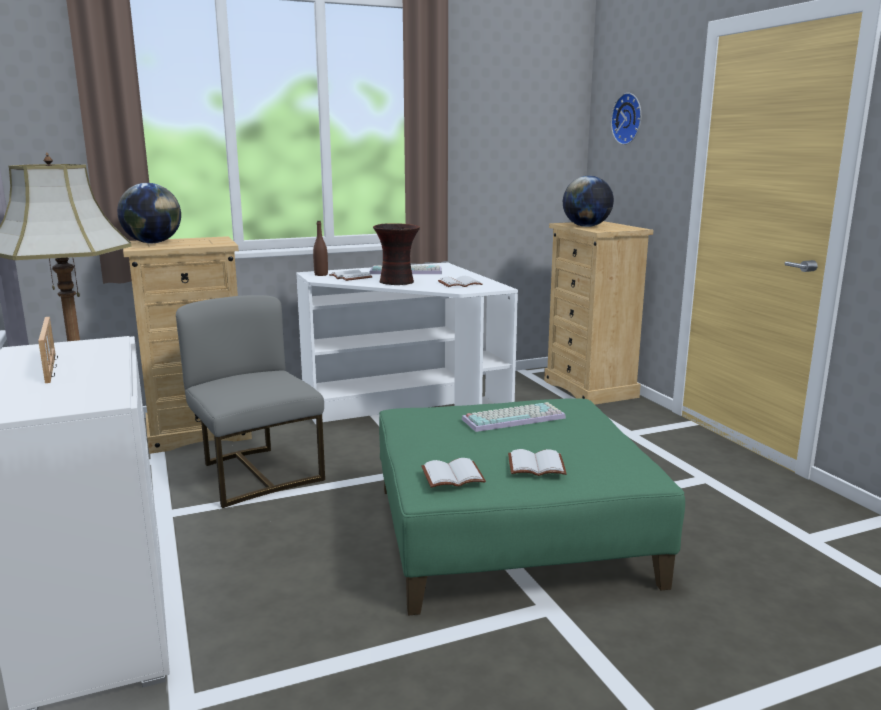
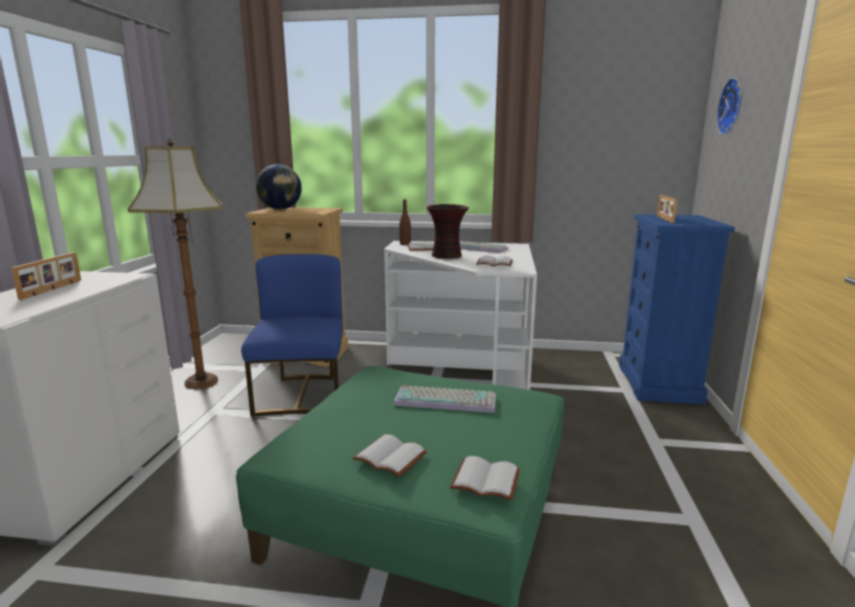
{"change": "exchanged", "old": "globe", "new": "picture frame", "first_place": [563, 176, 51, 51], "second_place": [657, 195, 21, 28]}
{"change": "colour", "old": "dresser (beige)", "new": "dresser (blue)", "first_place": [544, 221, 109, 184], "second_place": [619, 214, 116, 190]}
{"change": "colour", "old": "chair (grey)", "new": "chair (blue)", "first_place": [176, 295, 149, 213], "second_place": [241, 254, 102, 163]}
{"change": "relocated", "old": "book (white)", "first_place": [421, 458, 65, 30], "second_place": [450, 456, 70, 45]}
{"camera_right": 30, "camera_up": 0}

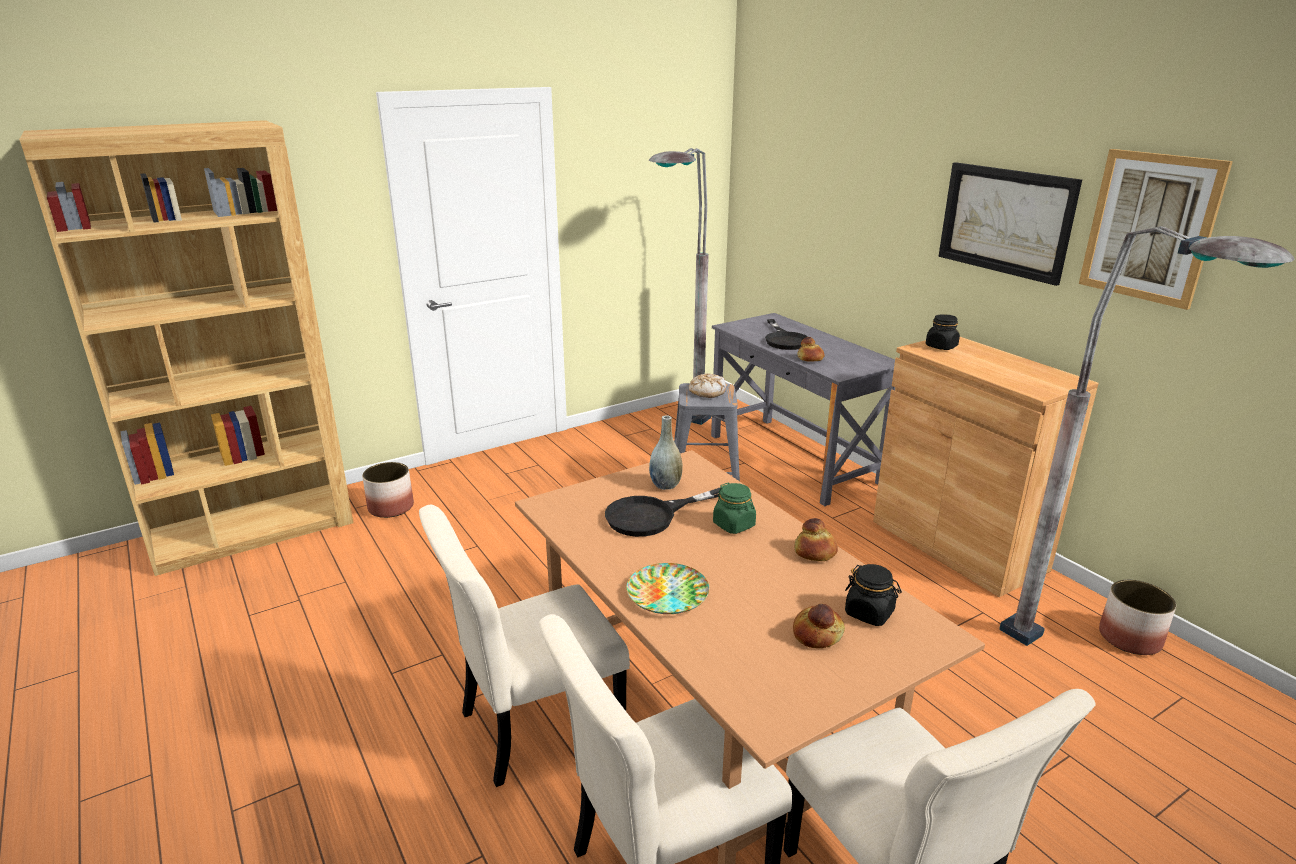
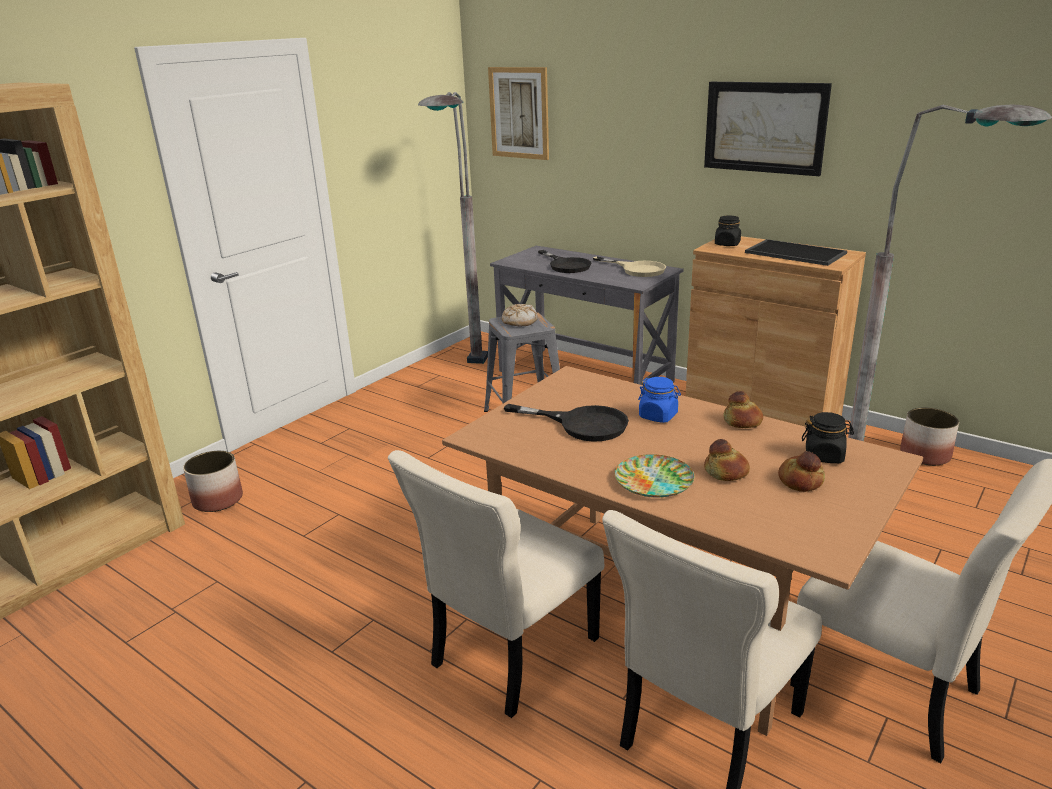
{"change": "relocated", "old": "picture", "first_place": [1079, 149, 154, 161], "second_place": [488, 67, 61, 93]}
{"change": "relocated", "old": "bread", "first_place": [797, 337, 28, 25], "second_place": [704, 439, 46, 42]}
{"change": "missing", "old": "vase (grey)", "first_place": [649, 415, 34, 75]}
{"change": "colour", "old": "jar (green)", "new": "jar (blue)", "first_place": [713, 483, 43, 51], "second_place": [638, 377, 43, 46]}
{"change": "spun", "old": "frying pan (black)", "first_place": [605, 488, 117, 49], "second_place": [504, 404, 125, 38], "degrees": -105}
{"change": "appeared", "new": "tray", "second_place": [745, 239, 102, 27]}
{"change": "appeared", "new": "frying pan (beige)", "second_place": [593, 256, 73, 21]}
{"camera_right": -20, "camera_up": 0}

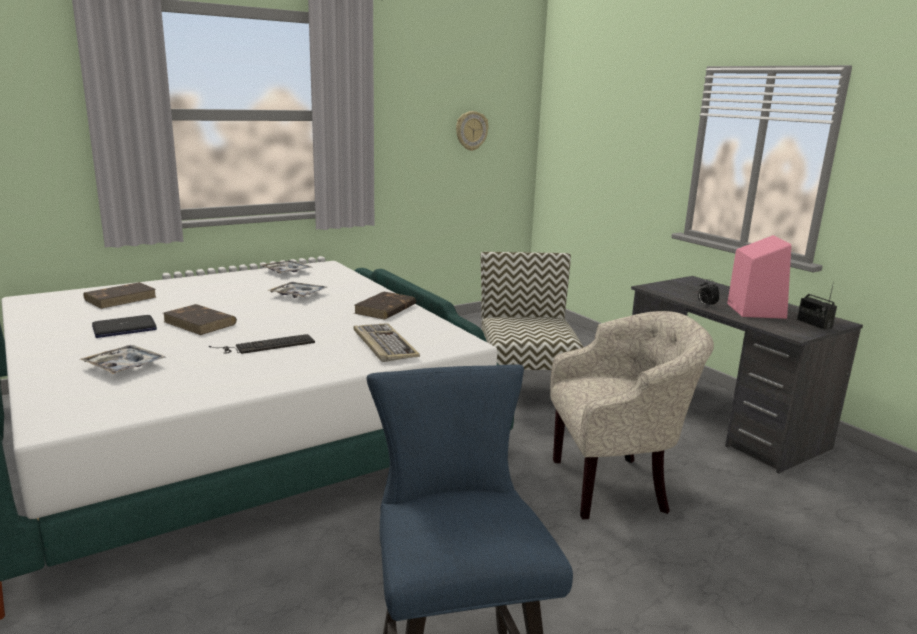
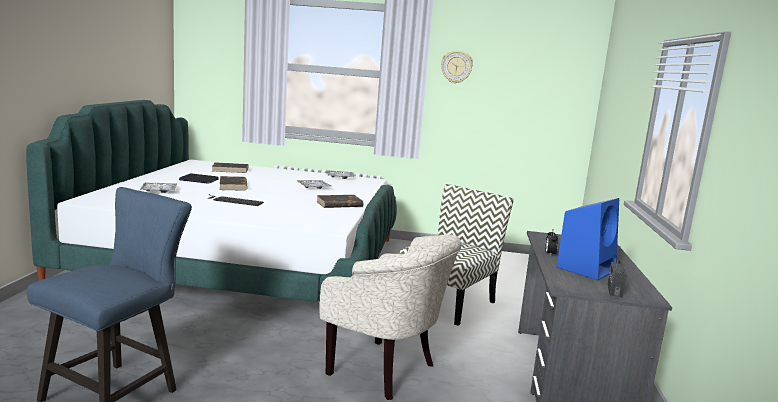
{"change": "relocated", "old": "wall clock", "first_place": [456, 111, 33, 40], "second_place": [441, 51, 32, 33]}
{"change": "colour", "old": "speaker (pink)", "new": "speaker (blue)", "first_place": [727, 235, 64, 84], "second_place": [557, 198, 62, 82]}
{"change": "missing", "old": "keyboard", "first_place": [353, 323, 67, 39]}
{"camera_right": 40, "camera_up": -5}

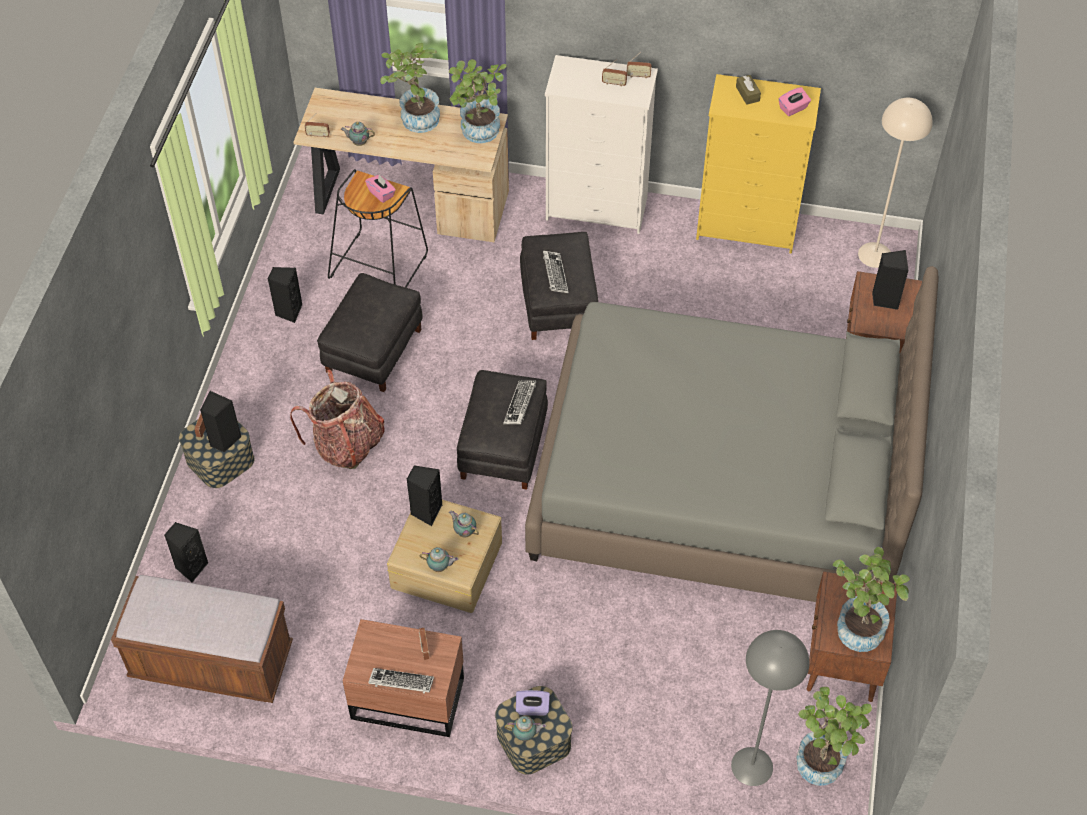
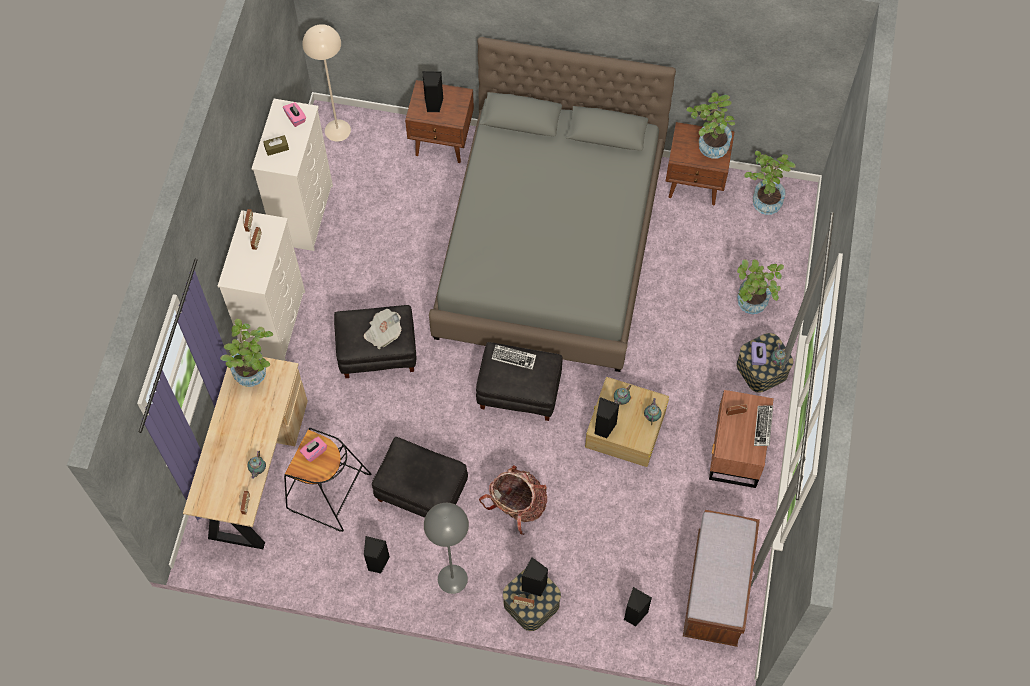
{"change": "relocated", "old": "potted plant", "first_place": [380, 43, 60, 90], "second_place": [737, 259, 47, 55]}
{"change": "colour", "old": "dresser (yellow)", "new": "dresser (white)", "first_place": [696, 74, 125, 180], "second_place": [252, 99, 81, 152]}
{"change": "exchanged", "old": "keyboard", "new": "newspaper", "first_place": [543, 251, 25, 42], "second_place": [364, 309, 38, 40]}
{"change": "relocated", "old": "floor lamp (grey)", "first_place": [731, 630, 78, 156], "second_place": [424, 503, 45, 91]}
{"camera_right": -90, "camera_up": 10}

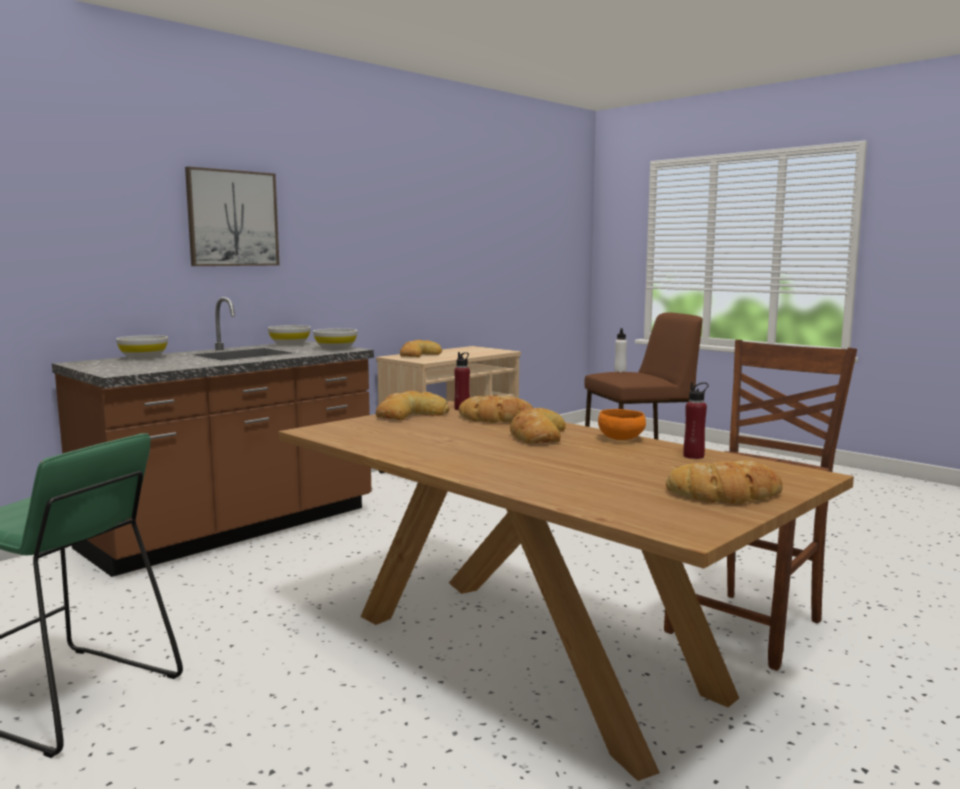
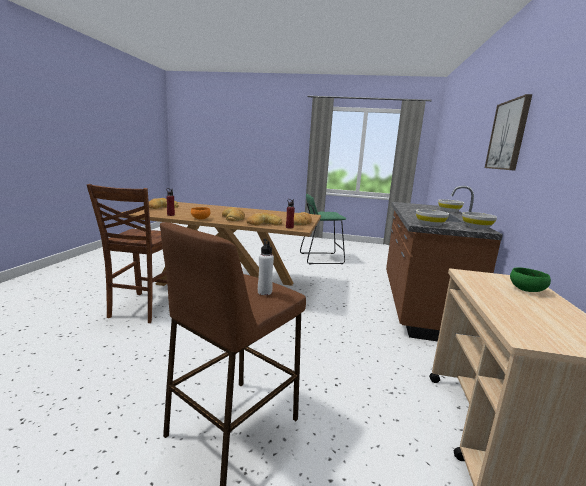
{"change": "exchanged", "old": "bread", "new": "bowl (green)", "first_place": [400, 340, 42, 17], "second_place": [510, 267, 41, 25]}
{"camera_right": 145, "camera_up": 5}

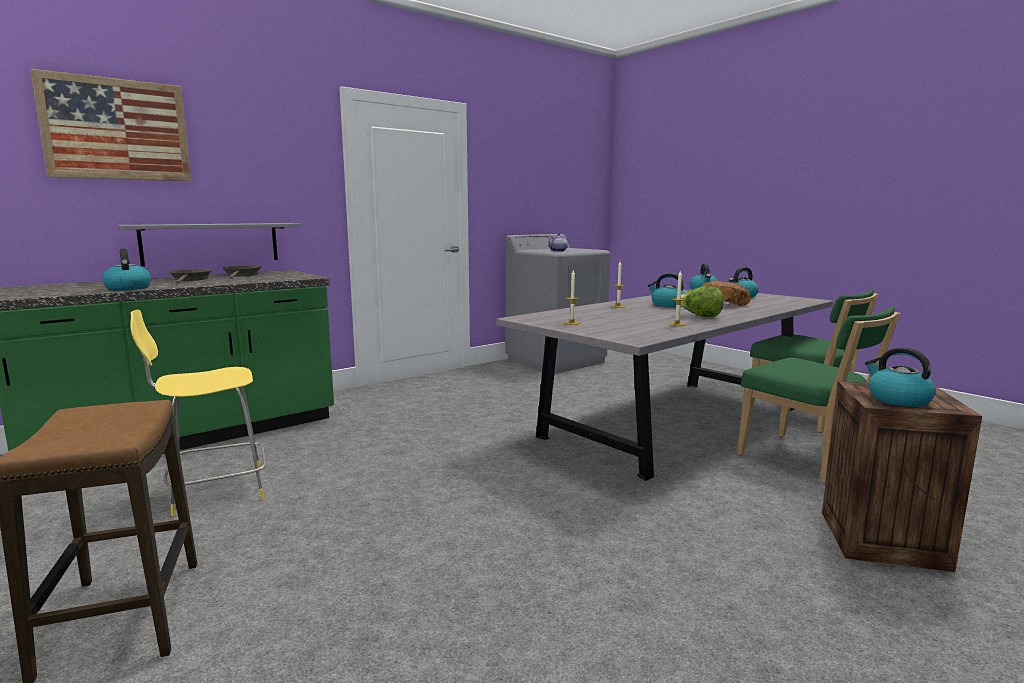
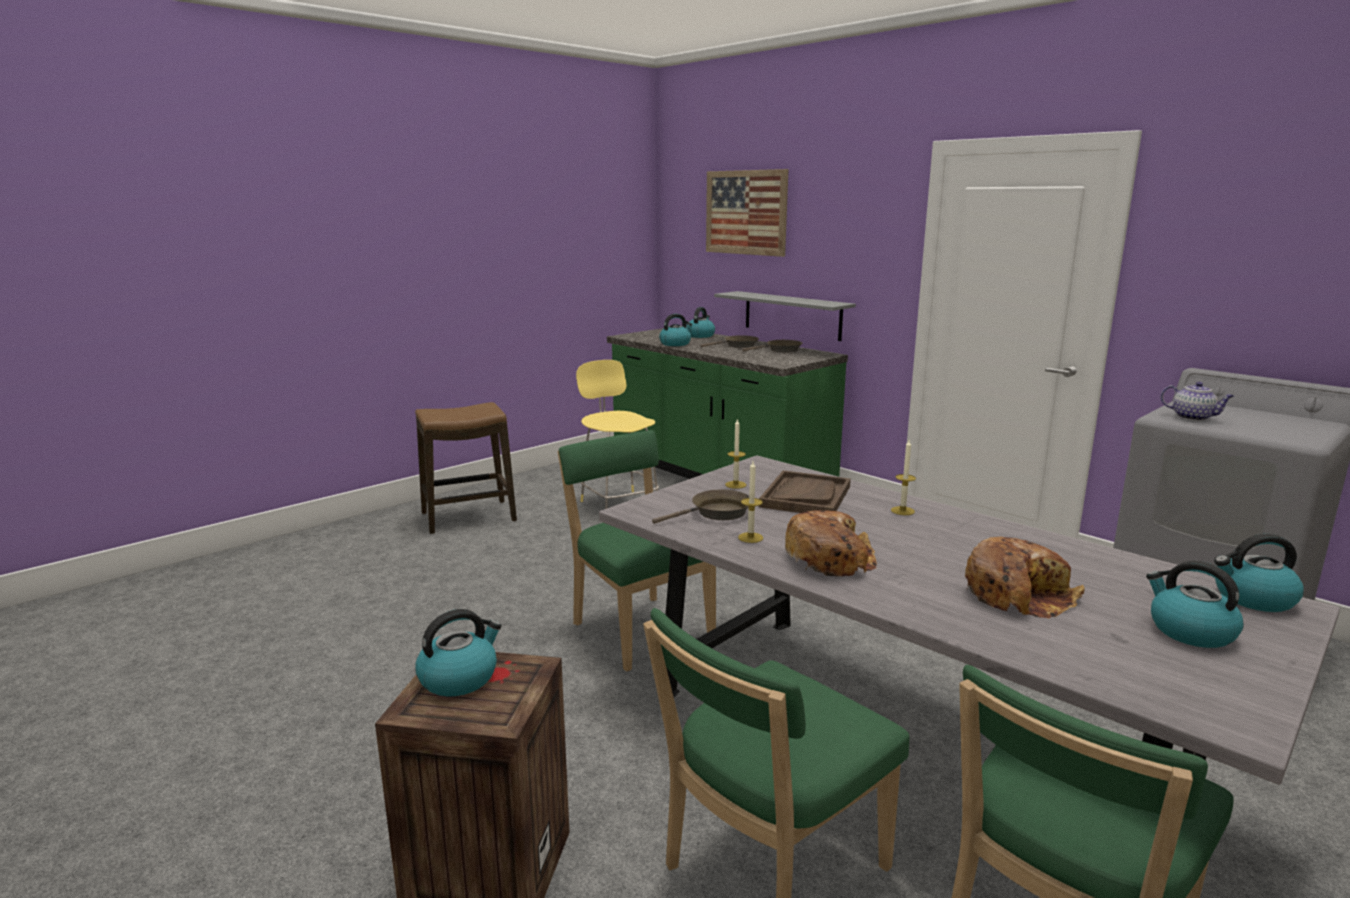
{"change": "relocated", "old": "kettle", "first_place": [648, 273, 37, 35], "second_place": [689, 307, 26, 31]}
{"change": "exchanged", "old": "lettuce", "new": "bread", "first_place": [676, 286, 48, 31], "second_place": [785, 510, 92, 66]}
{"change": "appeared", "new": "chair (green)", "second_place": [558, 430, 158, 242]}
{"change": "appeared", "new": "tray (brown)", "second_place": [759, 470, 92, 43]}
{"change": "appeared", "new": "frying pan (brown)", "second_place": [652, 489, 97, 35]}
{"camera_right": 85, "camera_up": 5}

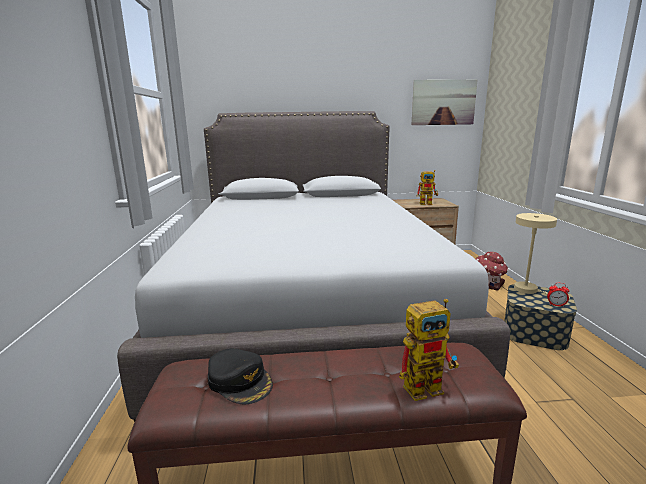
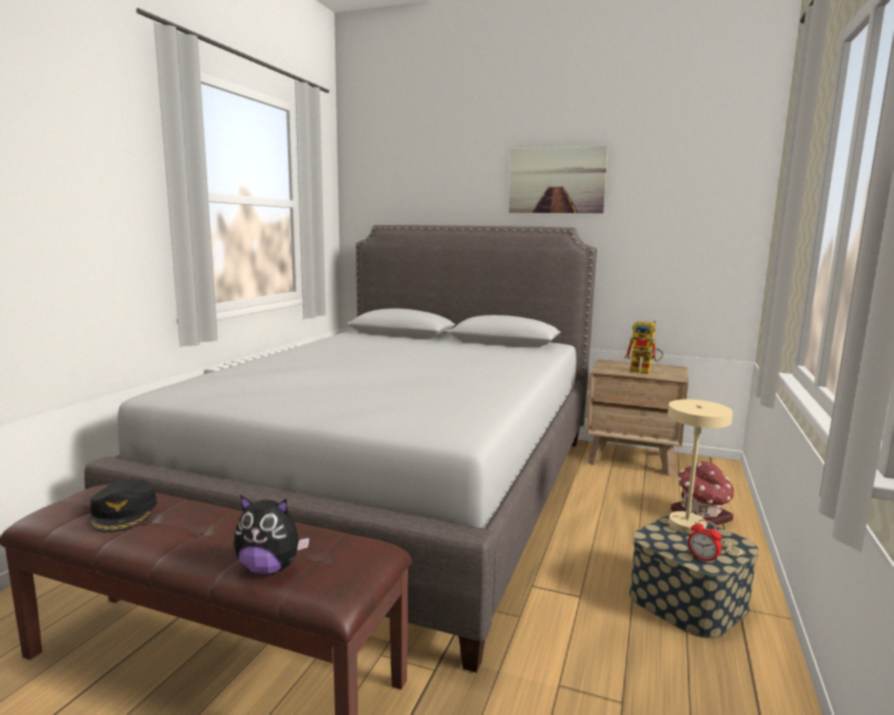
{"change": "relocated", "old": "picture", "first_place": [412, 79, 66, 46], "second_place": [509, 145, 99, 68]}
{"change": "exchanged", "old": "toy robot", "new": "plush toy", "first_place": [399, 299, 60, 102], "second_place": [234, 495, 75, 80]}
{"camera_right": 25, "camera_up": -5}

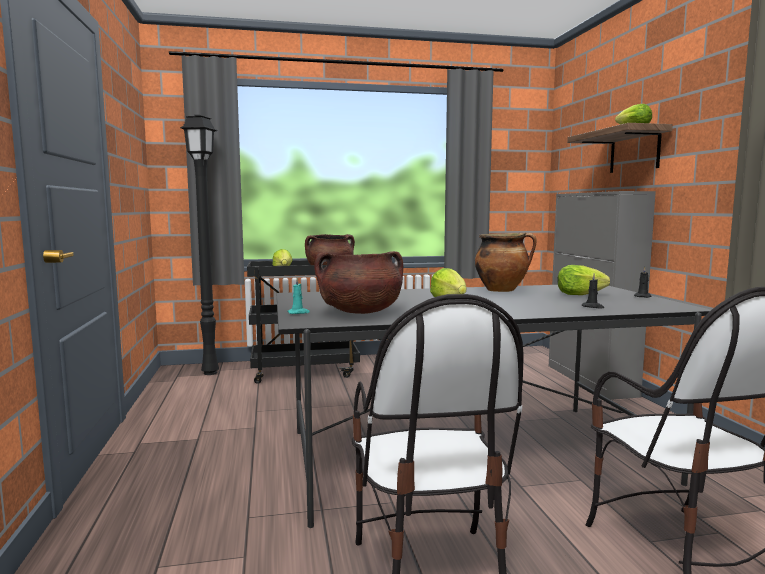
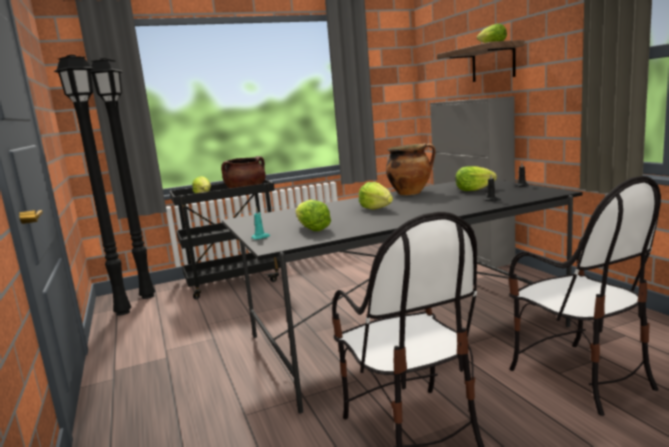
{"change": "exchanged", "old": "cooking pot (brown)", "new": "lettuce", "first_place": [314, 251, 89, 63], "second_place": [296, 200, 35, 31]}
{"change": "appeared", "new": "floor lamp (black)", "second_place": [53, 55, 78, 261]}
{"camera_right": -10, "camera_up": 5}

